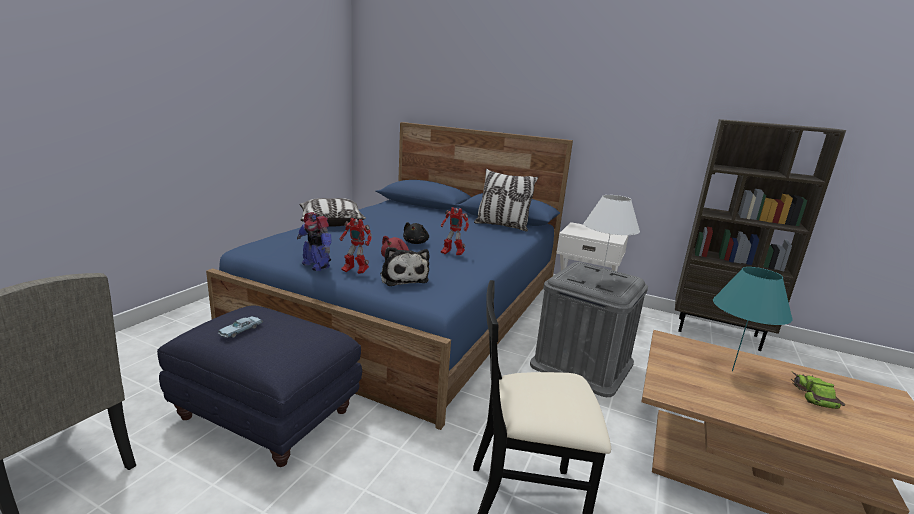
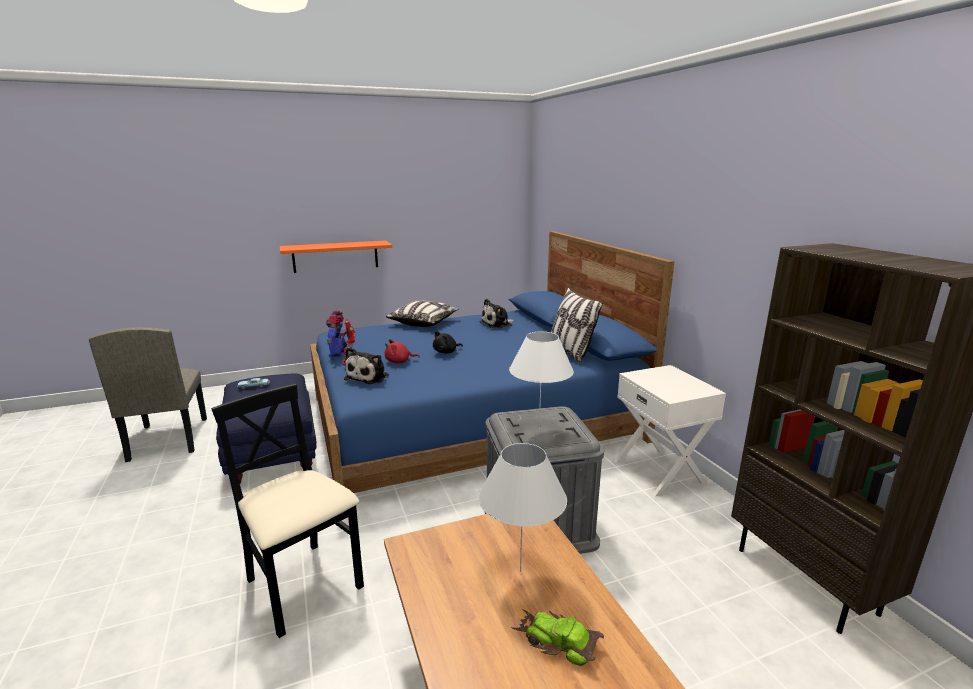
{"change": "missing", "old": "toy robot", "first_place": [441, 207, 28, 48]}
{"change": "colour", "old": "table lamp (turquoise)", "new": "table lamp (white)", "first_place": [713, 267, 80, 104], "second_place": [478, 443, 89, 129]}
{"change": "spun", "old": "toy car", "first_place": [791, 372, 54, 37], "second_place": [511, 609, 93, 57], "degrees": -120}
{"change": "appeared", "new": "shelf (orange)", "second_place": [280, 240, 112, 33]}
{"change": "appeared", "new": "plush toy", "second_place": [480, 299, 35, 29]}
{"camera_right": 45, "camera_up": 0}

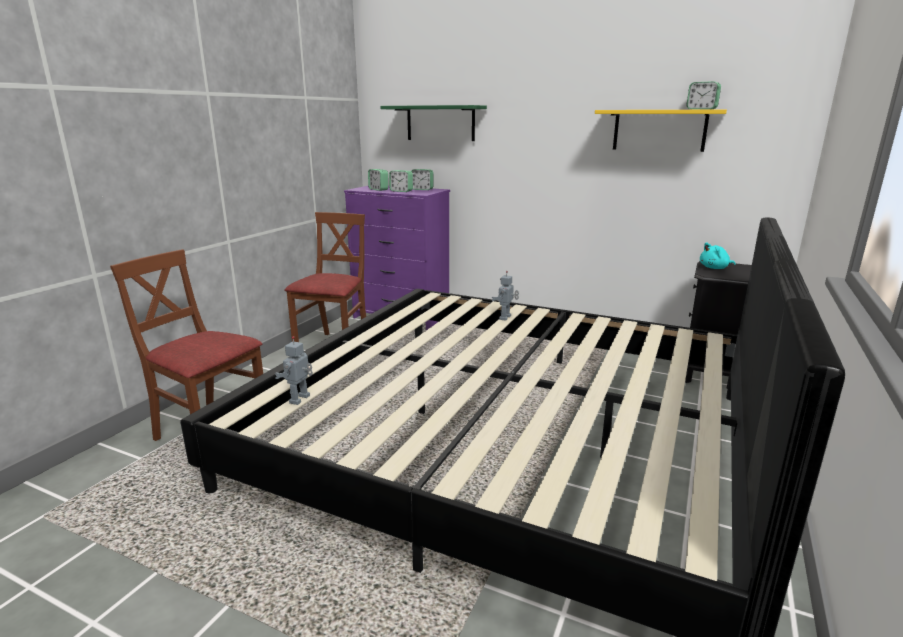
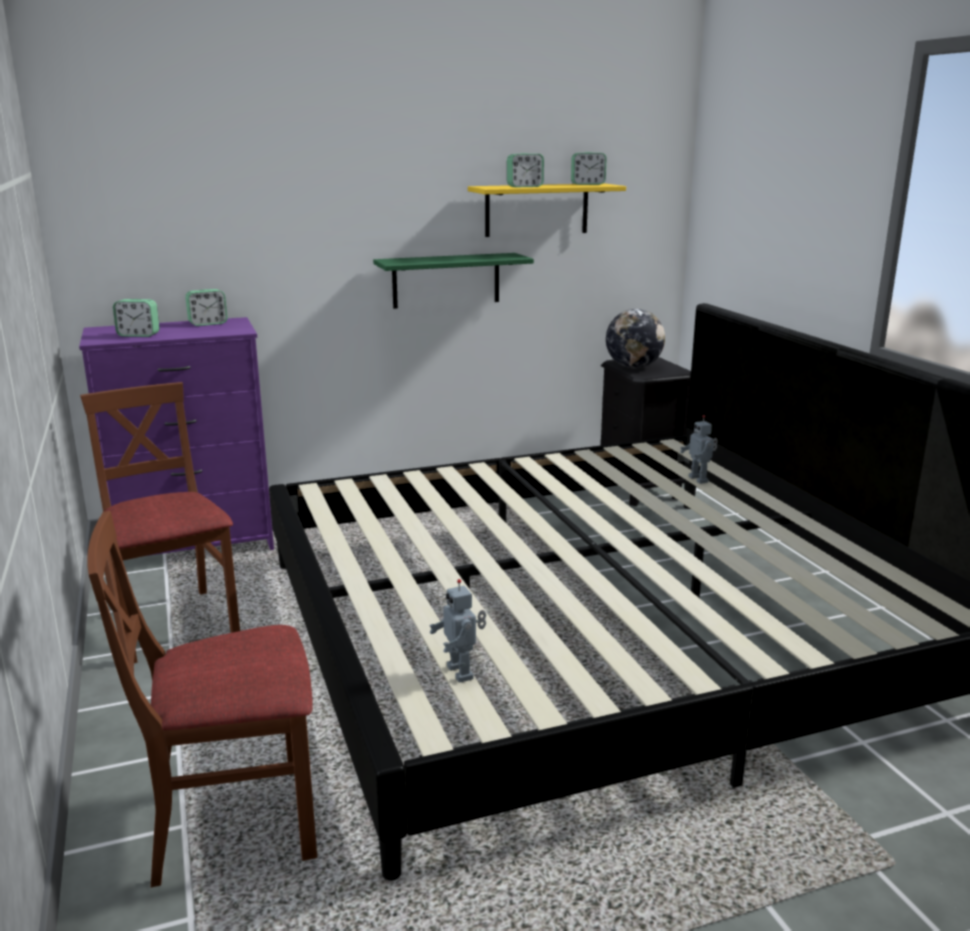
{"change": "relocated", "old": "shelf (green)", "first_place": [380, 105, 107, 36], "second_place": [373, 253, 161, 56]}
{"change": "relocated", "old": "alarm clock", "first_place": [389, 170, 24, 22], "second_place": [507, 153, 37, 34]}
{"change": "exchanged", "old": "plush toy (turquoise)", "new": "globe", "first_place": [700, 242, 36, 27], "second_place": [606, 309, 59, 59]}
{"change": "relocated", "old": "toy robot", "first_place": [492, 271, 27, 50], "second_place": [680, 415, 38, 69]}
{"camera_right": -45, "camera_up": 0}

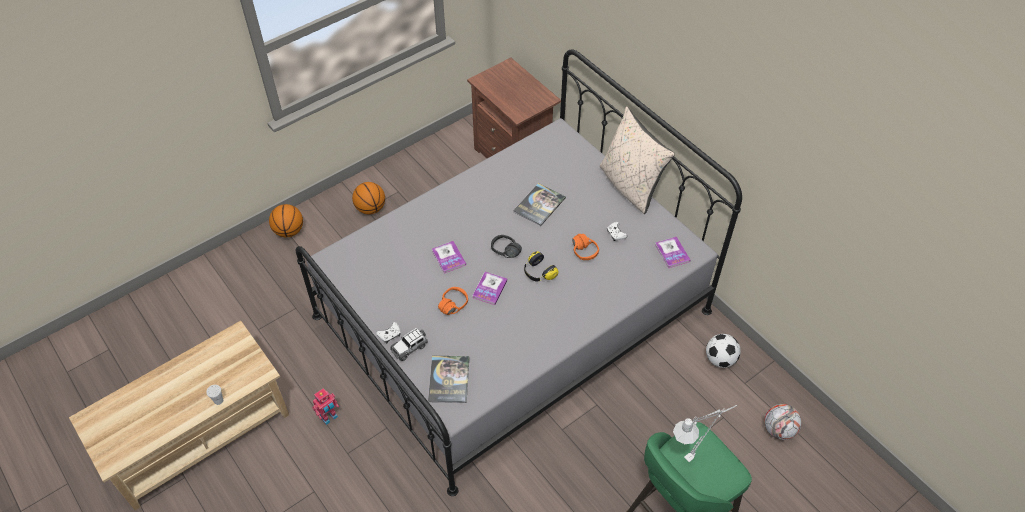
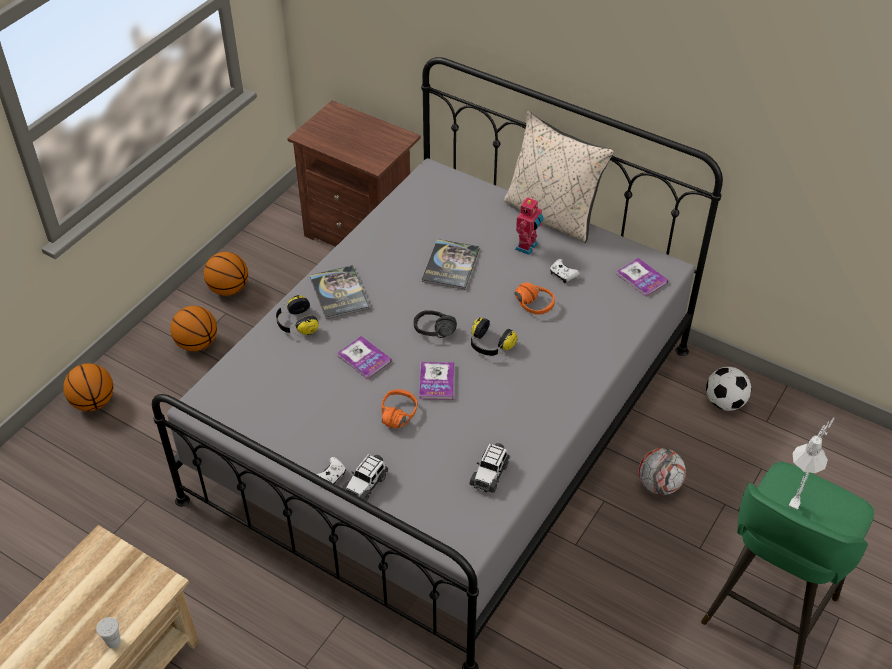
{"change": "relocated", "old": "book", "first_place": [428, 356, 41, 47], "second_place": [310, 265, 60, 54]}
{"change": "relocated", "old": "toy robot", "first_place": [312, 388, 27, 37], "second_place": [515, 197, 28, 58]}
{"change": "relocated", "old": "football", "first_place": [764, 404, 38, 36], "second_place": [638, 448, 48, 47]}
{"change": "appeared", "new": "basketball", "second_place": [204, 252, 44, 44]}
{"change": "appeared", "new": "headphones", "second_place": [276, 295, 43, 42]}
{"change": "appeared", "new": "toy car", "second_place": [469, 443, 40, 50]}
{"camera_right": -20, "camera_up": -5}

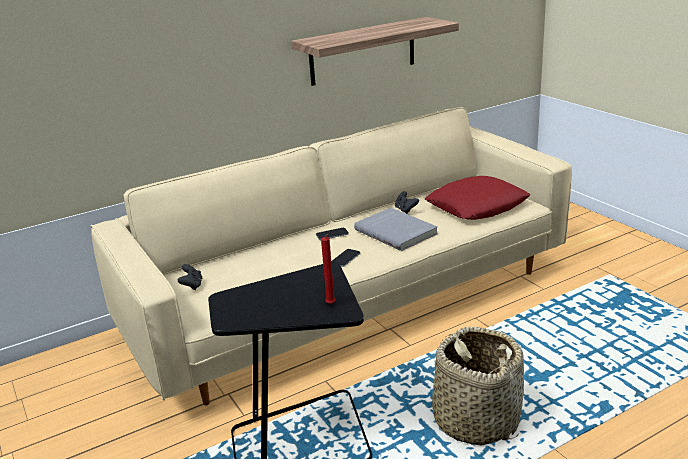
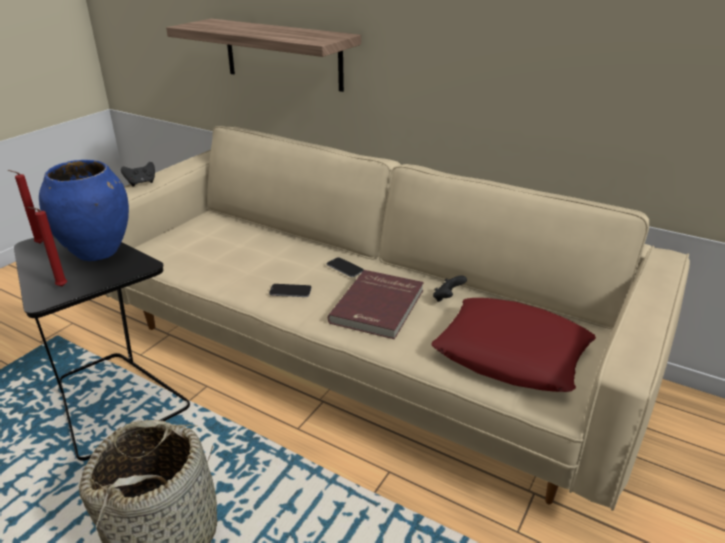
{"change": "relocated", "old": "shelf", "first_place": [291, 17, 168, 69], "second_place": [166, 19, 195, 73]}
{"change": "colour", "old": "book (grey)", "new": "book (red)", "first_place": [354, 208, 84, 43], "second_place": [328, 270, 96, 69]}
{"change": "relocated", "old": "game controller (black)", "first_place": [178, 264, 24, 26], "second_place": [121, 162, 34, 25]}
{"change": "appeared", "new": "vase (blue)", "second_place": [39, 160, 90, 101]}
{"change": "appeared", "new": "candle (red)", "second_place": [8, 170, 35, 74]}
{"camera_right": 60, "camera_up": 5}

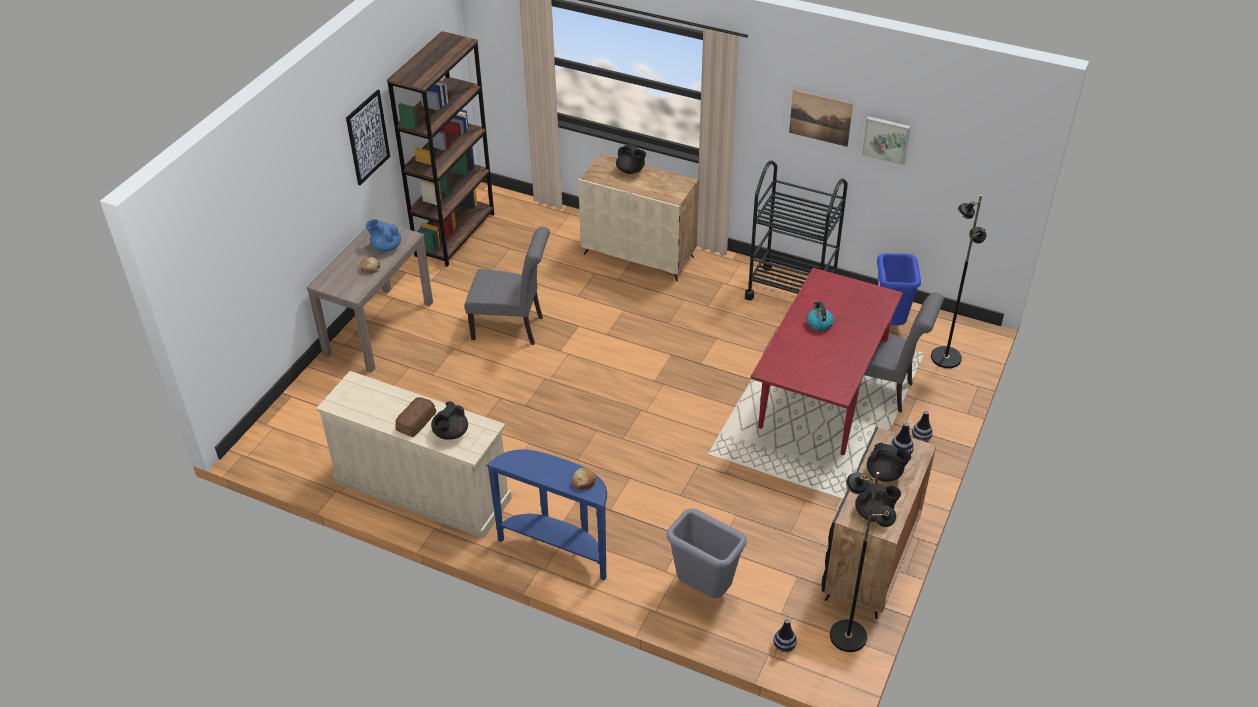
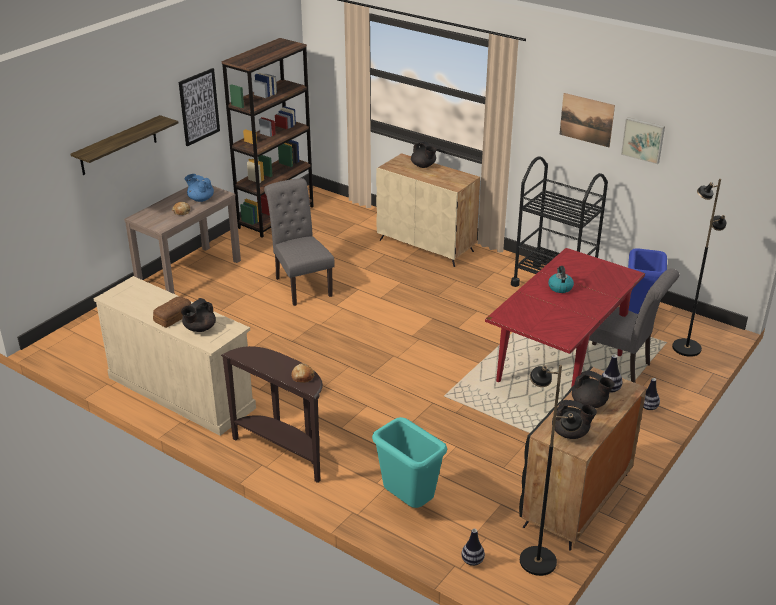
{"change": "spun", "old": "chair (grey)", "first_place": [465, 226, 85, 119], "second_place": [264, 178, 71, 128], "degrees": -135}
{"change": "colour", "old": "console table (blue)", "new": "console table (brown)", "first_place": [486, 450, 121, 131], "second_place": [221, 346, 102, 137]}
{"change": "colour", "old": "trash can (grey)", "new": "trash can (turquoise)", "first_place": [667, 508, 80, 90], "second_place": [372, 417, 75, 91]}
{"change": "appeared", "new": "shelf", "second_place": [71, 115, 107, 60]}
{"camera_right": 10, "camera_up": -10}

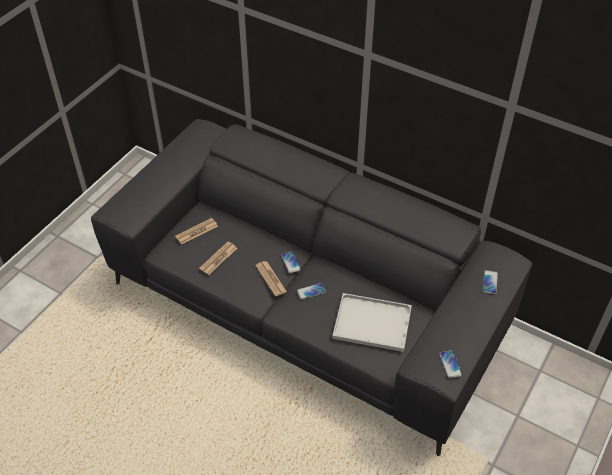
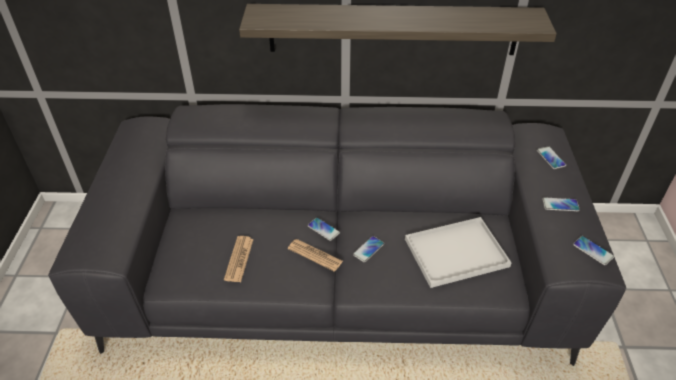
{"change": "missing", "old": "newspaper", "first_place": [175, 218, 43, 26]}
{"change": "appeared", "new": "shelf", "second_place": [239, 4, 318, 51]}
{"change": "appeared", "new": "phone", "second_place": [542, 197, 38, 14]}
{"camera_right": -30, "camera_up": -5}

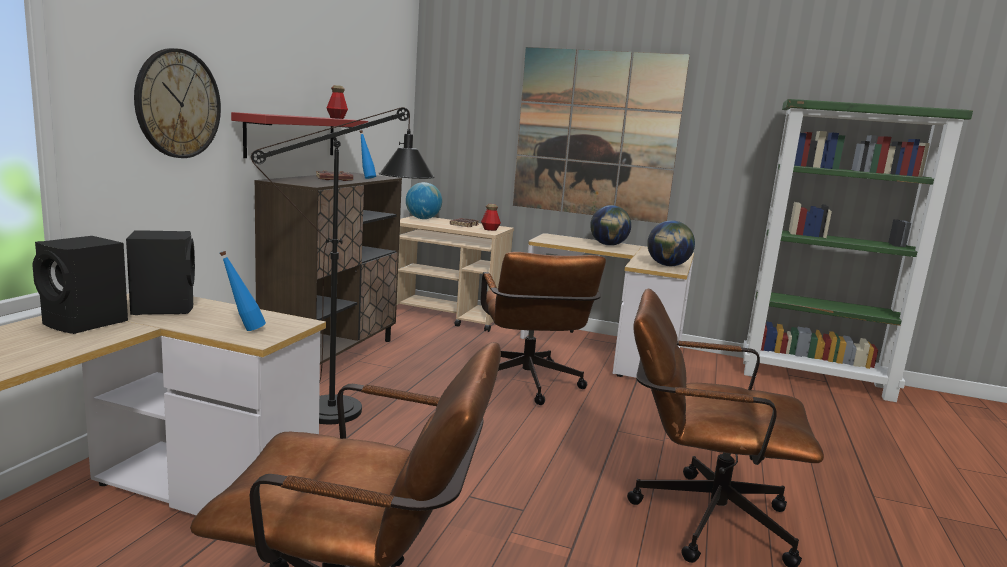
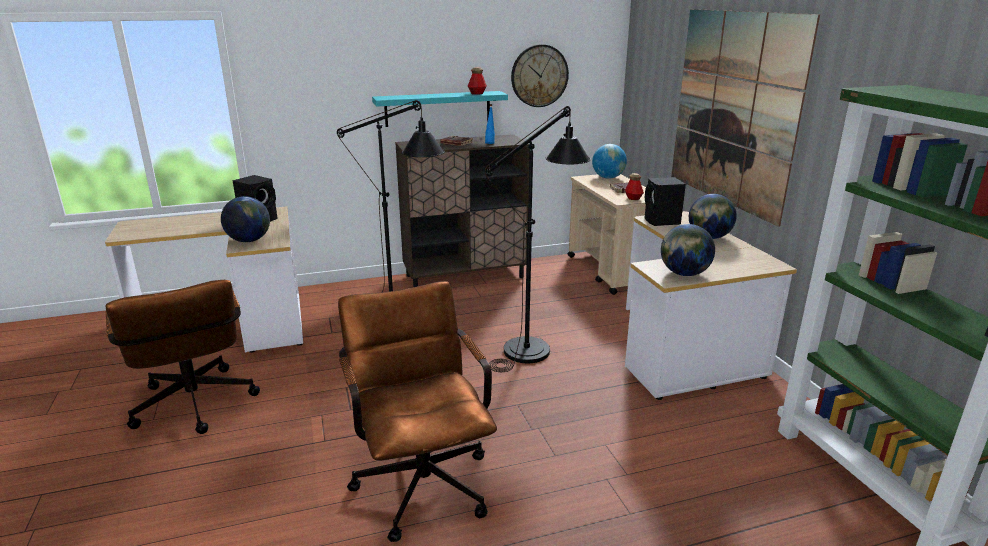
{"change": "relocated", "old": "wall clock", "first_place": [134, 48, 87, 110], "second_place": [511, 44, 58, 63]}
{"change": "colour", "old": "shelf (red)", "new": "shelf (turquoise)", "first_place": [231, 112, 137, 46], "second_place": [372, 91, 136, 36]}
{"change": "relocated", "old": "speaker (black)", "first_place": [32, 236, 96, 98], "second_place": [645, 177, 41, 49]}
{"change": "exchanged", "old": "bottle (blue)", "new": "globe", "first_place": [220, 251, 46, 80], "second_place": [221, 196, 49, 46]}
{"change": "exchanged", "old": "office chair (brown)", "new": "floor lamp (black)", "first_place": [481, 252, 125, 153], "second_place": [485, 106, 106, 266]}
{"camera_right": 55, "camera_up": 10}

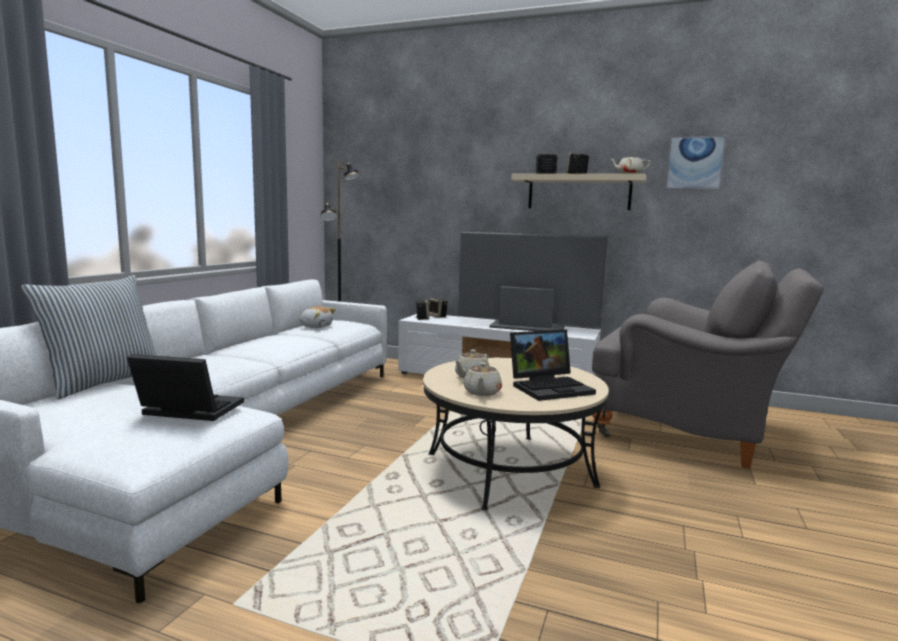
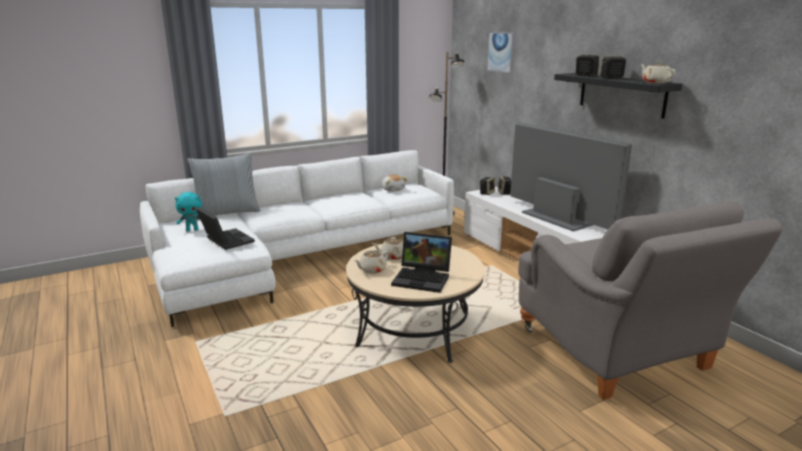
{"change": "relocated", "old": "picture", "first_place": [665, 136, 61, 54], "second_place": [487, 32, 28, 42]}
{"change": "colour", "old": "shelf (beige)", "new": "shelf (black)", "first_place": [511, 174, 135, 36], "second_place": [554, 73, 128, 46]}
{"change": "appeared", "new": "plush toy (turquoise)", "second_place": [175, 192, 27, 39]}
{"camera_right": 40, "camera_up": 10}

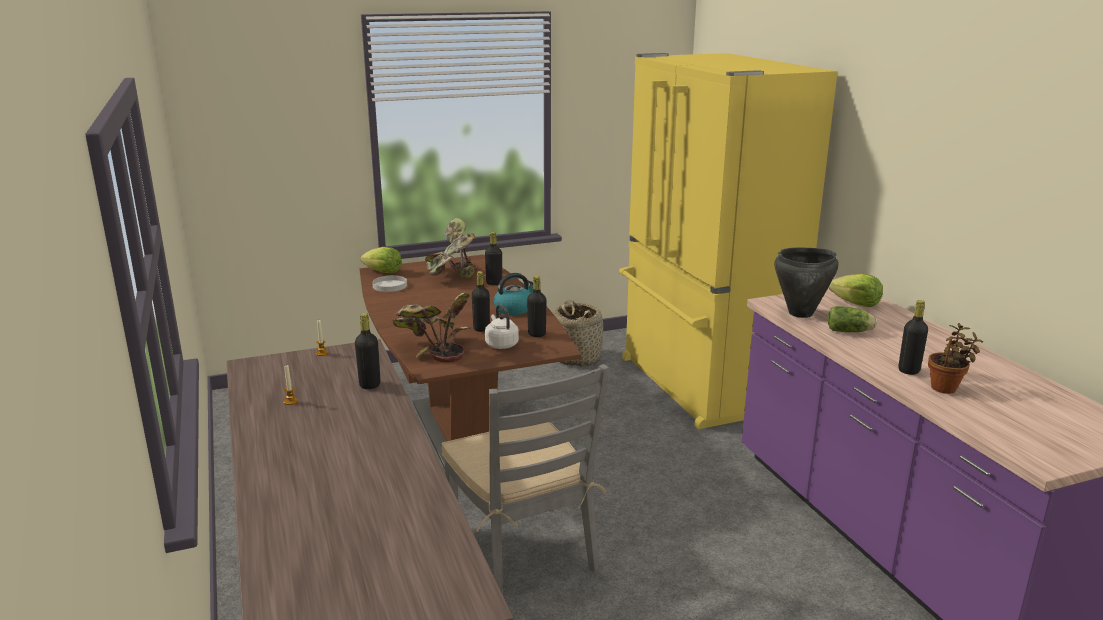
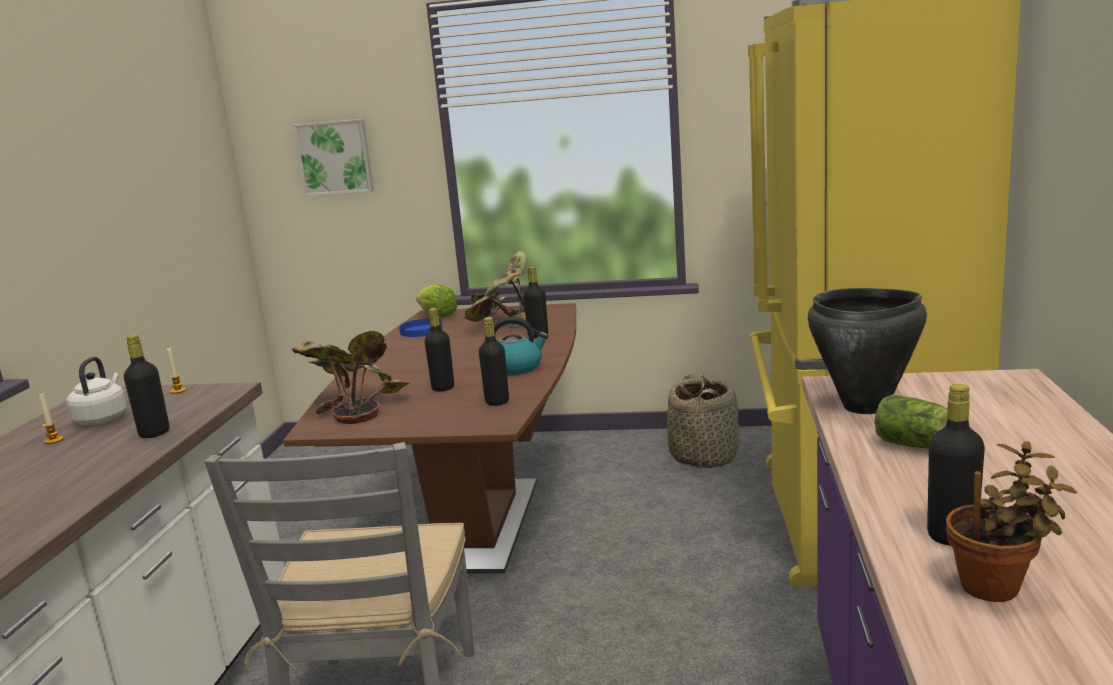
{"change": "missing", "old": "lettuce", "first_place": [829, 274, 54, 33]}
{"change": "colour", "old": "plate (white)", "new": "plate (blue)", "first_place": [372, 275, 35, 17], "second_place": [399, 319, 43, 18]}
{"change": "relocated", "old": "kettle (white)", "first_place": [485, 304, 34, 45], "second_place": [67, 357, 60, 68]}
{"change": "appeared", "new": "picture", "second_place": [293, 119, 81, 77]}
{"camera_right": 30, "camera_up": -5}

